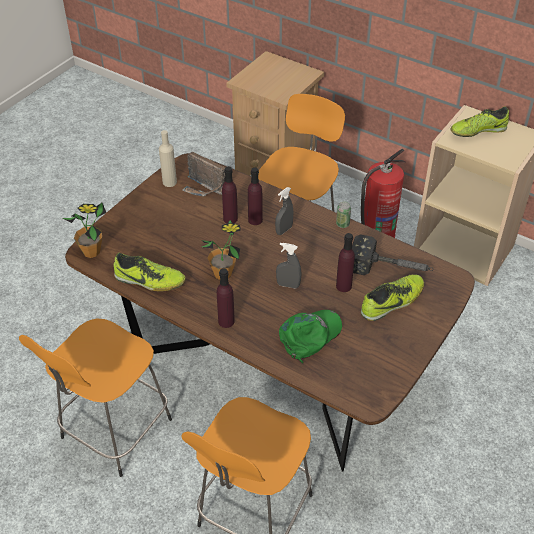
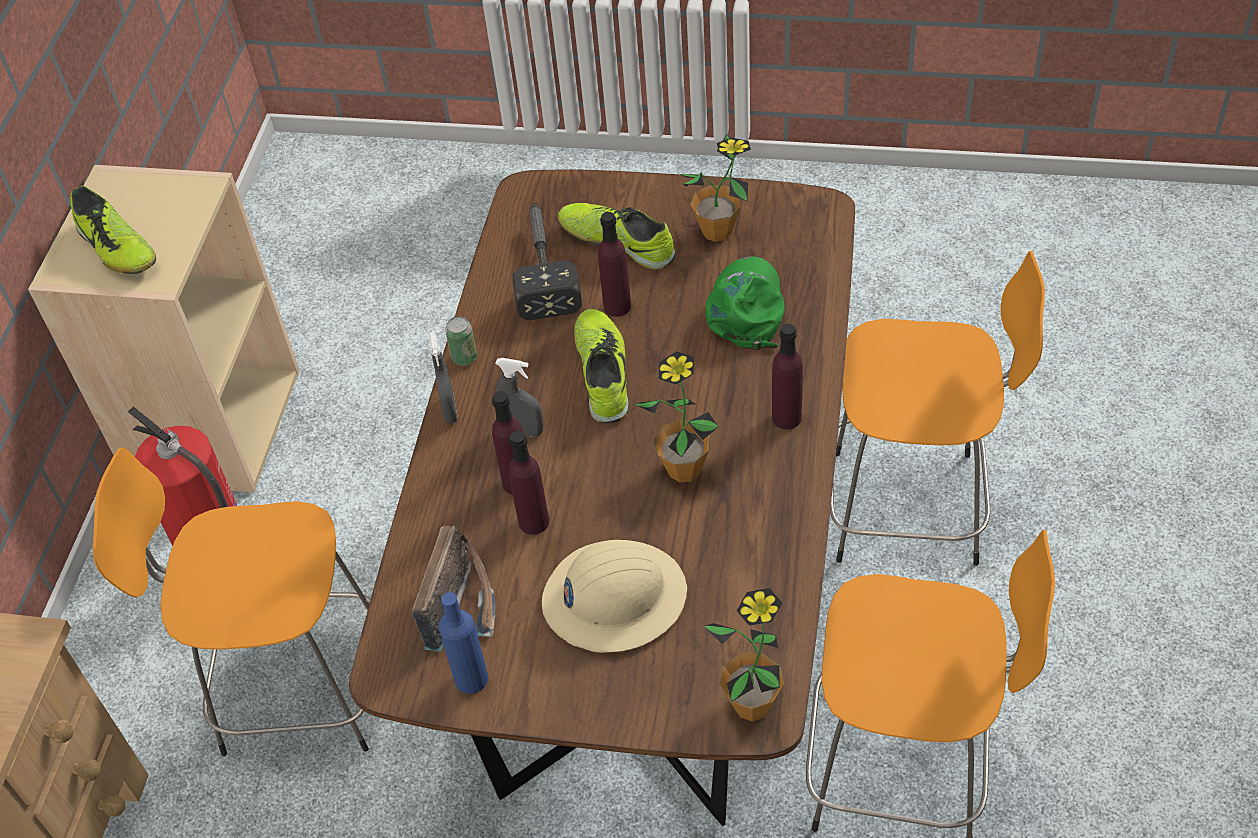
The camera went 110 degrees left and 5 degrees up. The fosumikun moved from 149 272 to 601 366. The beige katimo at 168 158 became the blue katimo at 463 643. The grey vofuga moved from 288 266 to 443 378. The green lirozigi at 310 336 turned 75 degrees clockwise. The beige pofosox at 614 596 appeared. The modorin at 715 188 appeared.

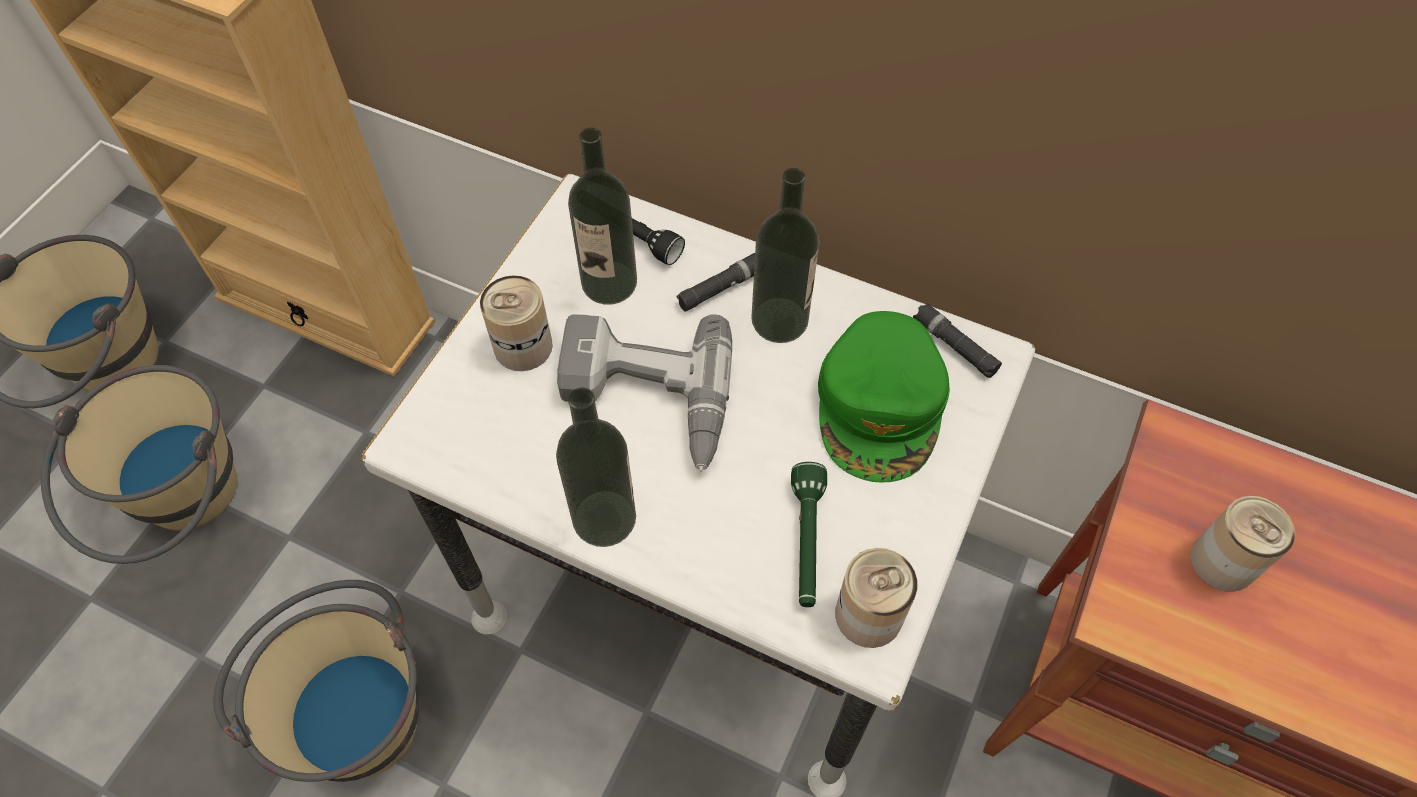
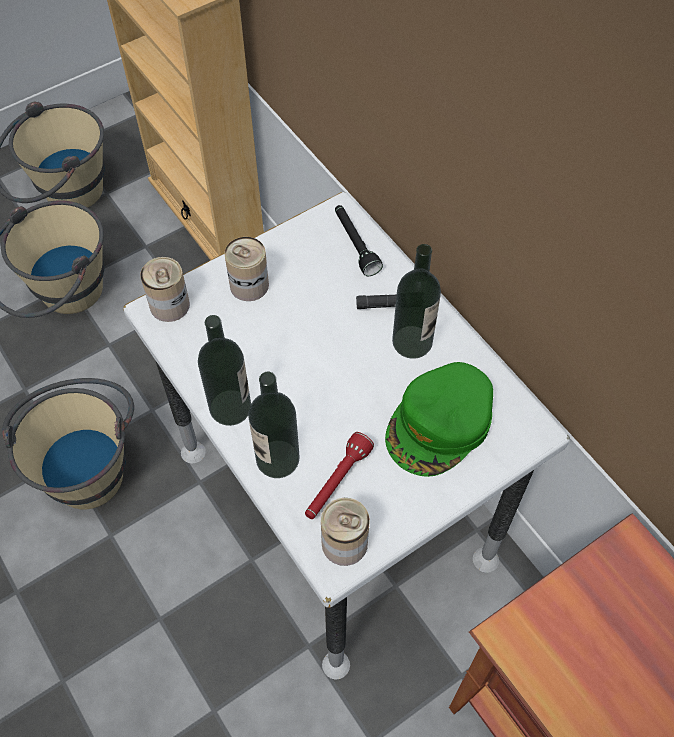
The camera went 30 degrees right and 0 degrees up. The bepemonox at 644 393 disappeared. The katimo moved from 602 216 to 273 425. The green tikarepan at 809 534 became the red tikarepan at 339 475. The black tikarepan at 957 340 disappeared. The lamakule moved from 1243 544 to 165 289.

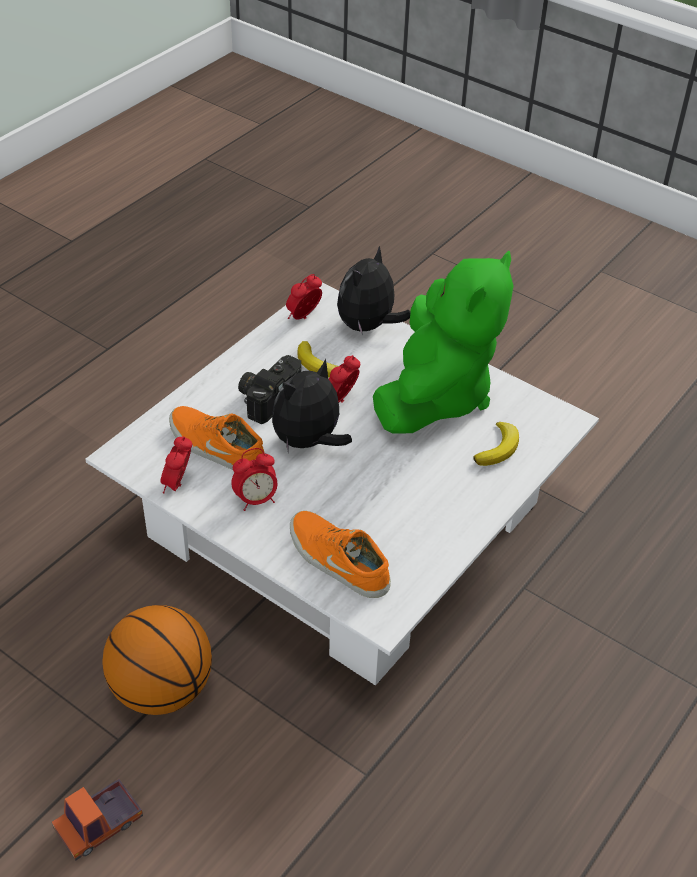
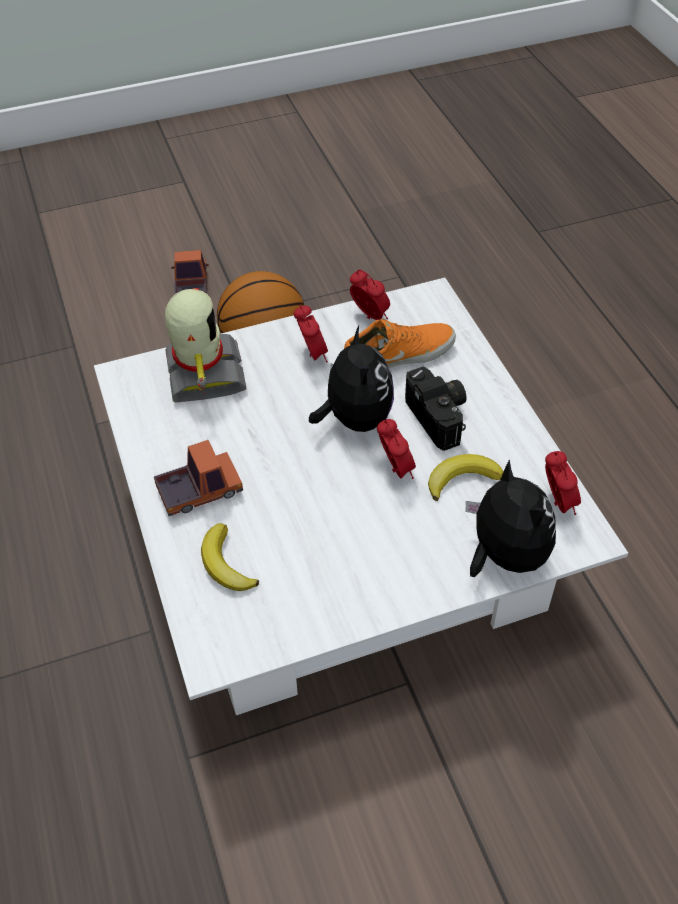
The camera went 125 degrees right and 5 degrees up. The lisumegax at 254 479 turned 150 degrees clockwise. The orange fosumikun at 340 554 was replaced by the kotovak at 205 345. The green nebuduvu at 443 342 disappeared. The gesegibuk at 198 478 appeared.

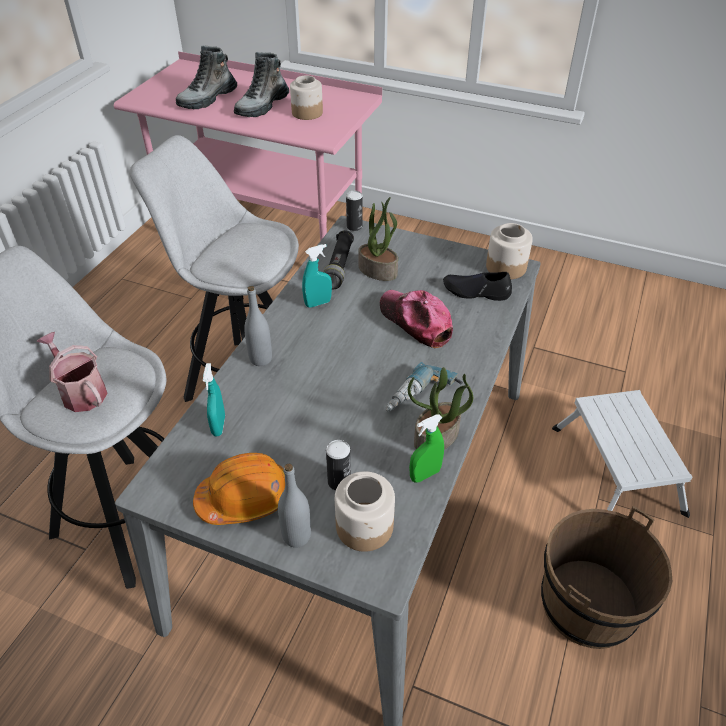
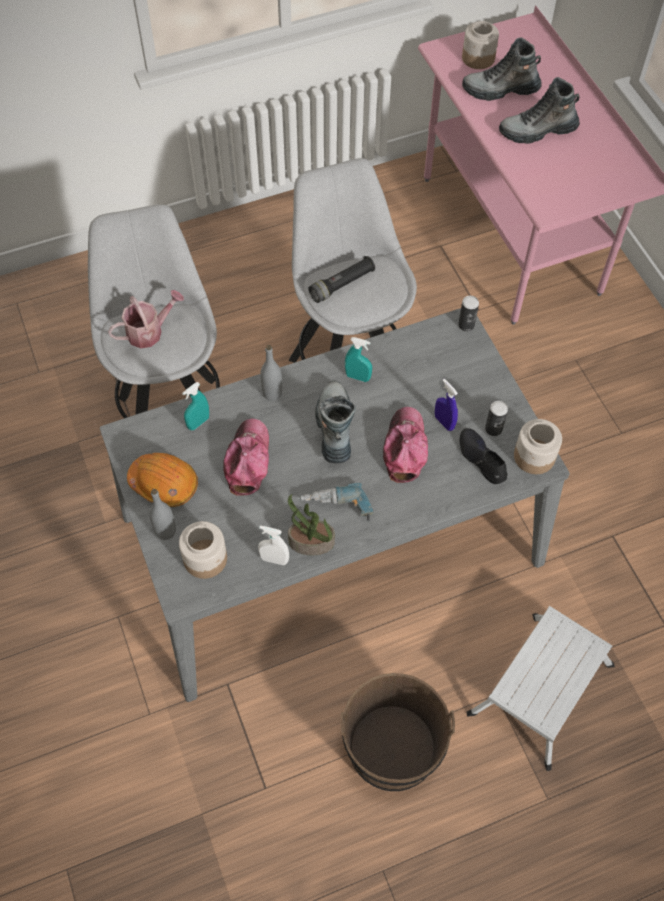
The camera went 45 degrees right and 15 degrees up. The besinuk at 72 372 turned 60 degrees clockwise. The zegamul moved from 306 97 to 480 45. The black tikarepan moved from 338 259 to 342 279. The lamakule moved from 338 465 to 496 418. The modorin at 378 239 disappeared. The green vofuga at 426 448 became the white vofuga at 273 545. The lirozigi at 246 457 appeared. The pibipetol at 335 421 appeared. The blue vofuga at 446 405 appeared.

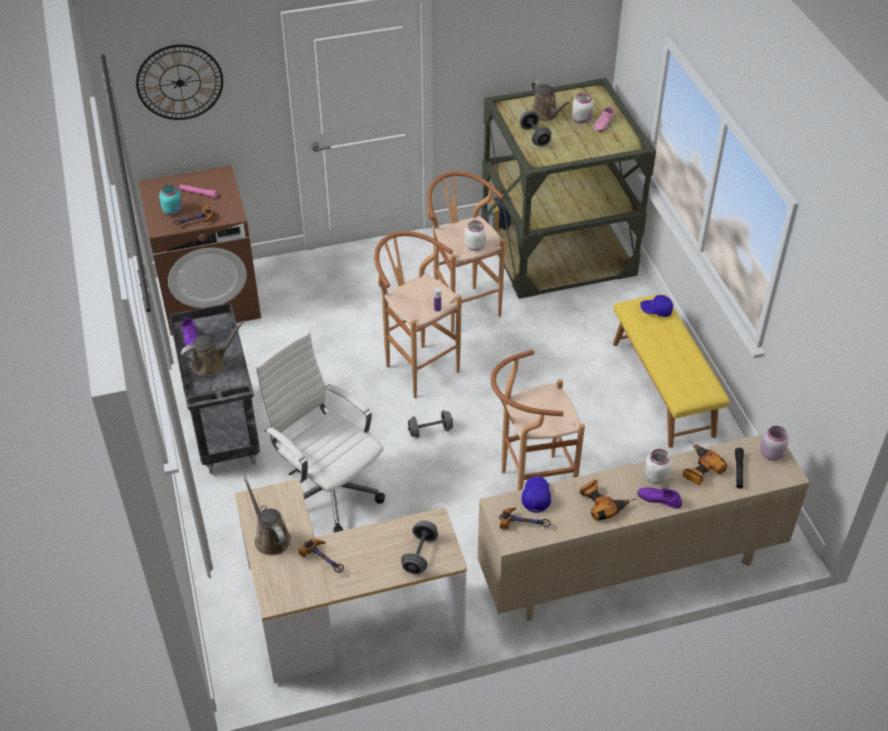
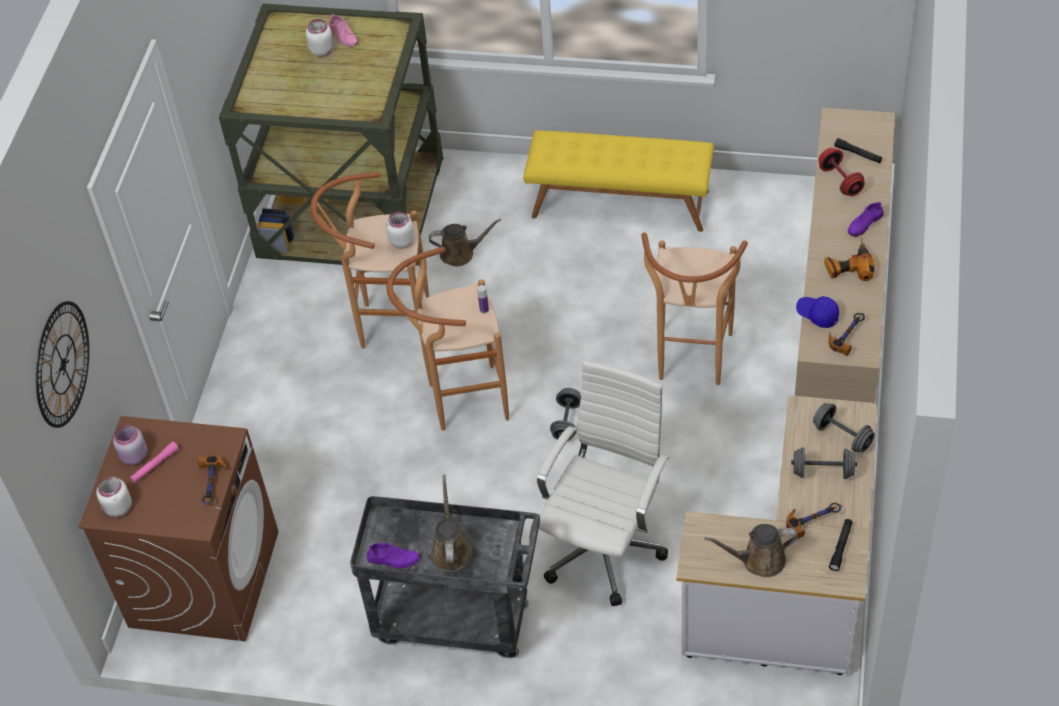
The camera went 60 degrees left and 5 degrees up. The turquoise zegamul at 171 200 disappeared. The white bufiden at 320 431 turned 135 degrees clockwise. The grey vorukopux moved from 535 128 to 824 463. The brown besinuk moved from 550 101 to 465 243. The blue lirozigi at 656 306 disappeared. The white zegamul moved from 658 466 to 114 496. The bepemonox at 705 462 was replaced by the red vorukopux at 842 172. The pink zegamul moved from 774 443 to 130 445. The black tikarepan at 841 545 appeared.

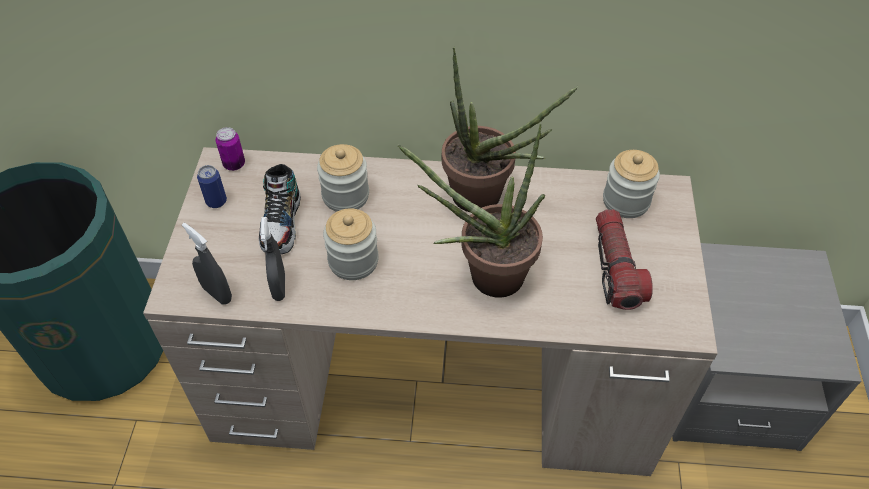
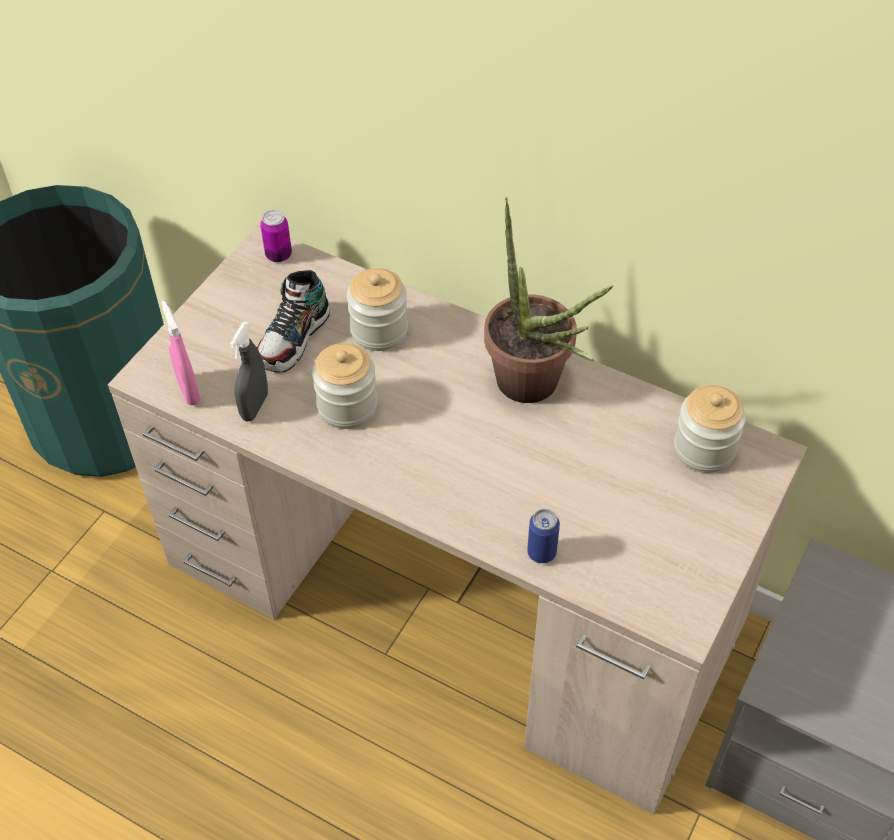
The camera went 25 degrees right and 0 degrees up. The grey vofuga at 207 264 became the pink vofuga at 181 353. The lamakule moved from 212 186 to 543 536. The modorin at 471 211 disappeared. The tikarepan at 624 259 disappeared.

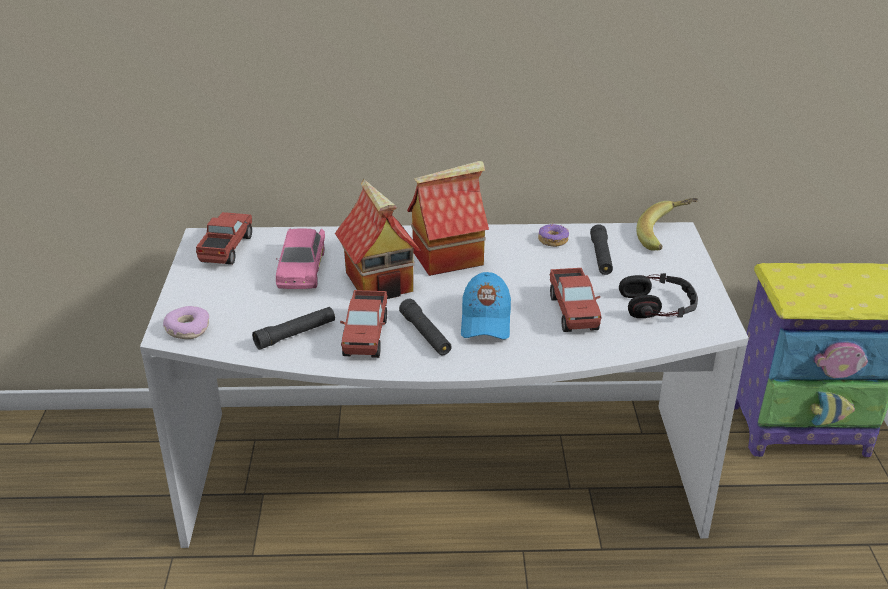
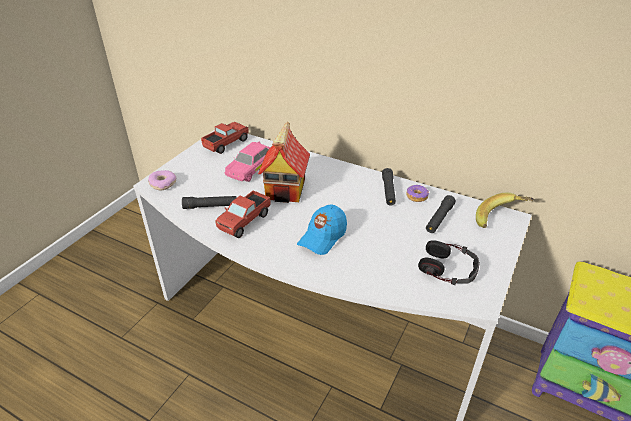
The camera went 30 degrees right and 5 degrees up. The black tikarepan moved from 425 327 to 389 187. The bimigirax at 448 218 disappeared. The gesegibuk at 576 300 disappeared.

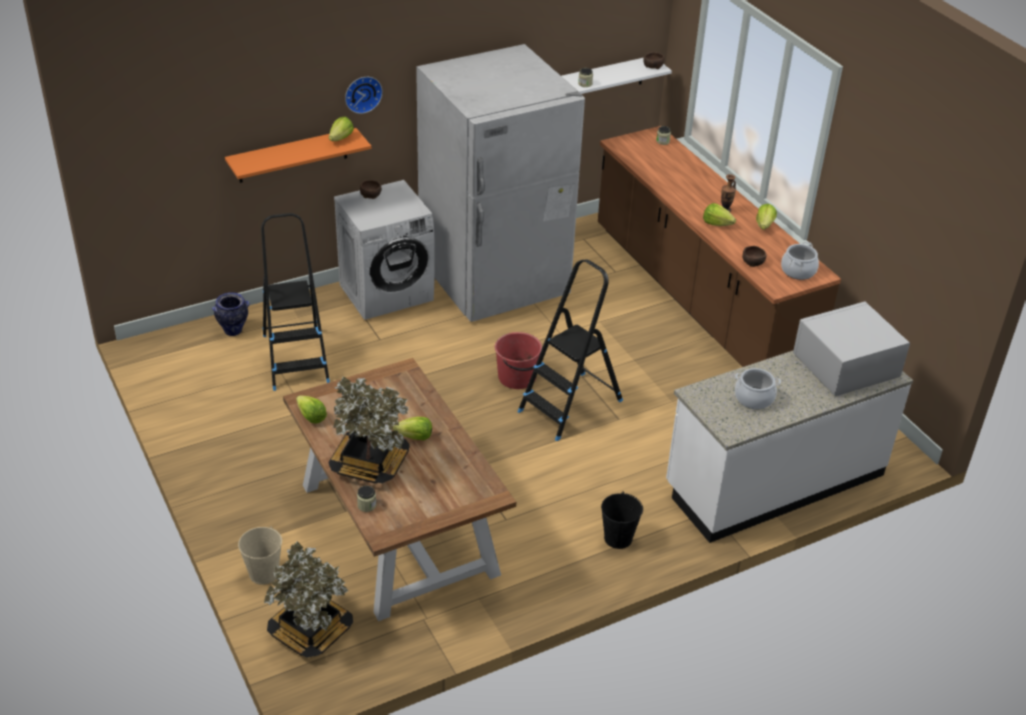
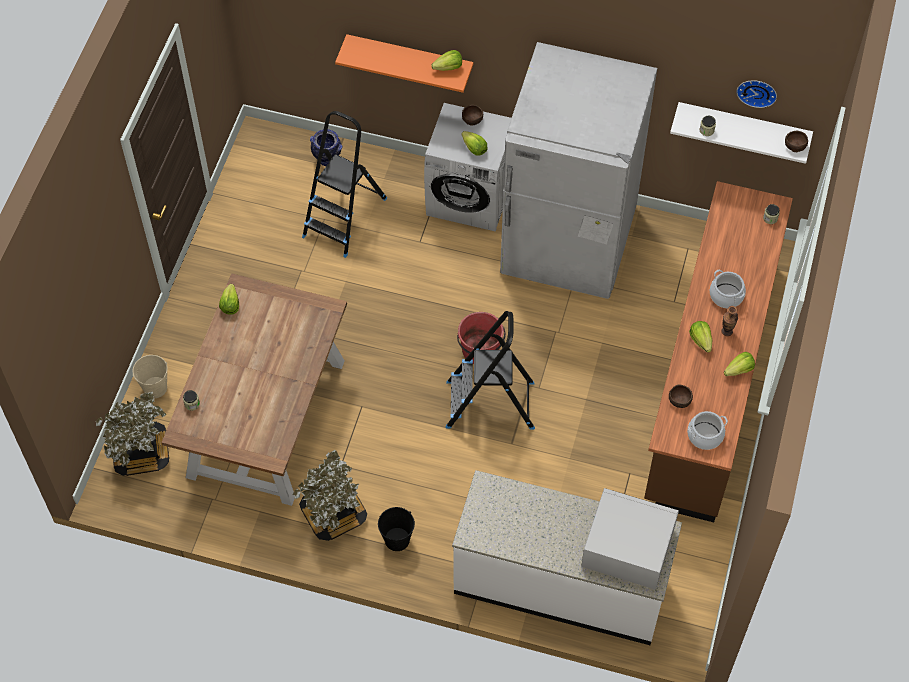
The camera went 45 degrees right and 20 degrees up. The modorin moved from 369 429 to 330 495. The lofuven moved from 364 95 to 756 94. The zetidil moved from 412 428 to 474 143. The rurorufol moved from 758 388 to 728 289.

